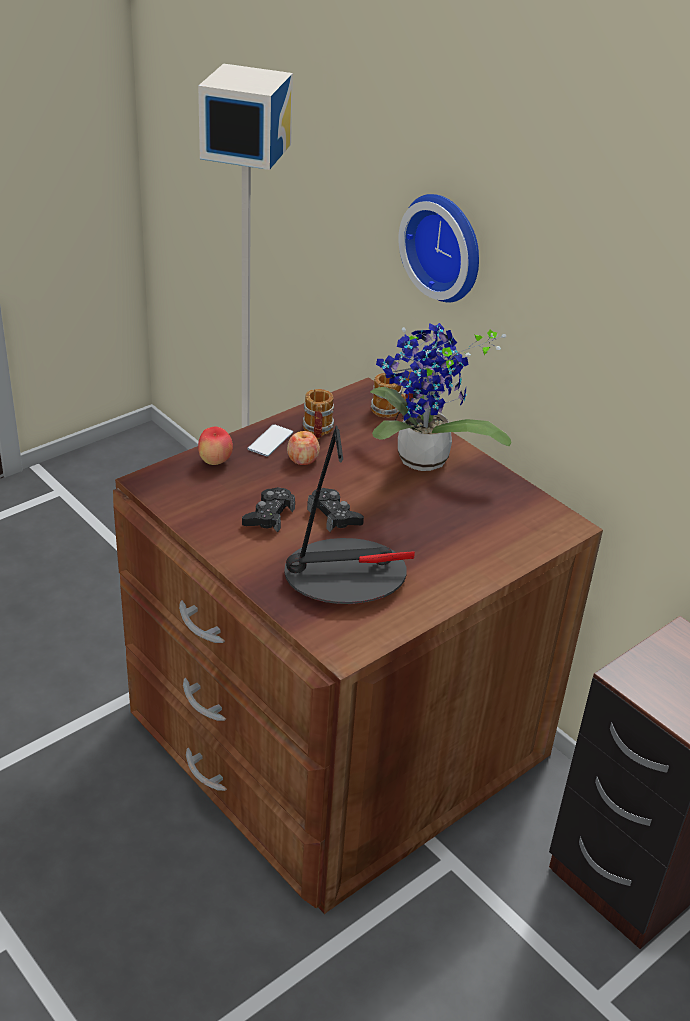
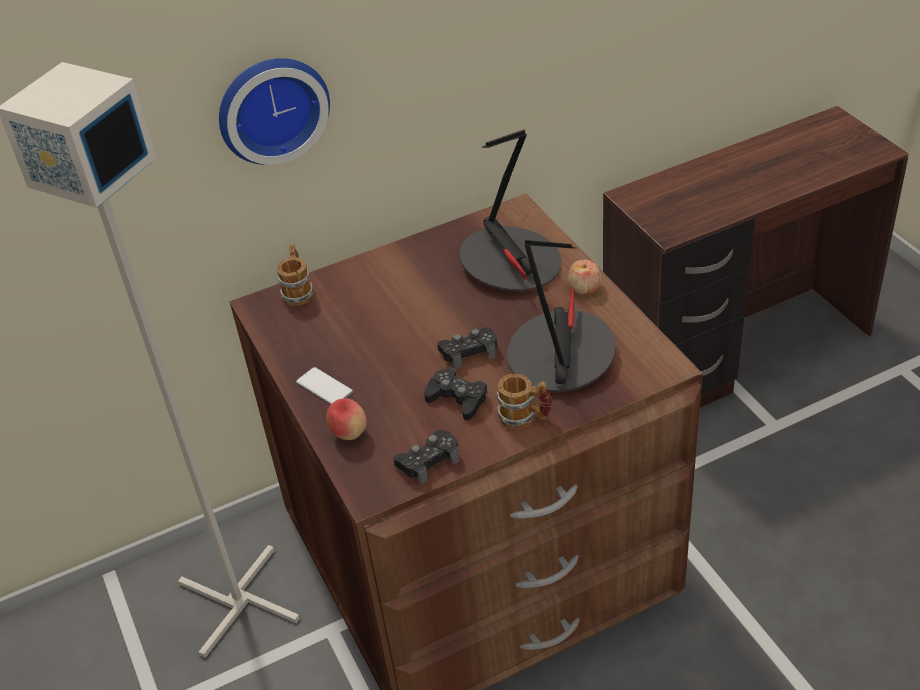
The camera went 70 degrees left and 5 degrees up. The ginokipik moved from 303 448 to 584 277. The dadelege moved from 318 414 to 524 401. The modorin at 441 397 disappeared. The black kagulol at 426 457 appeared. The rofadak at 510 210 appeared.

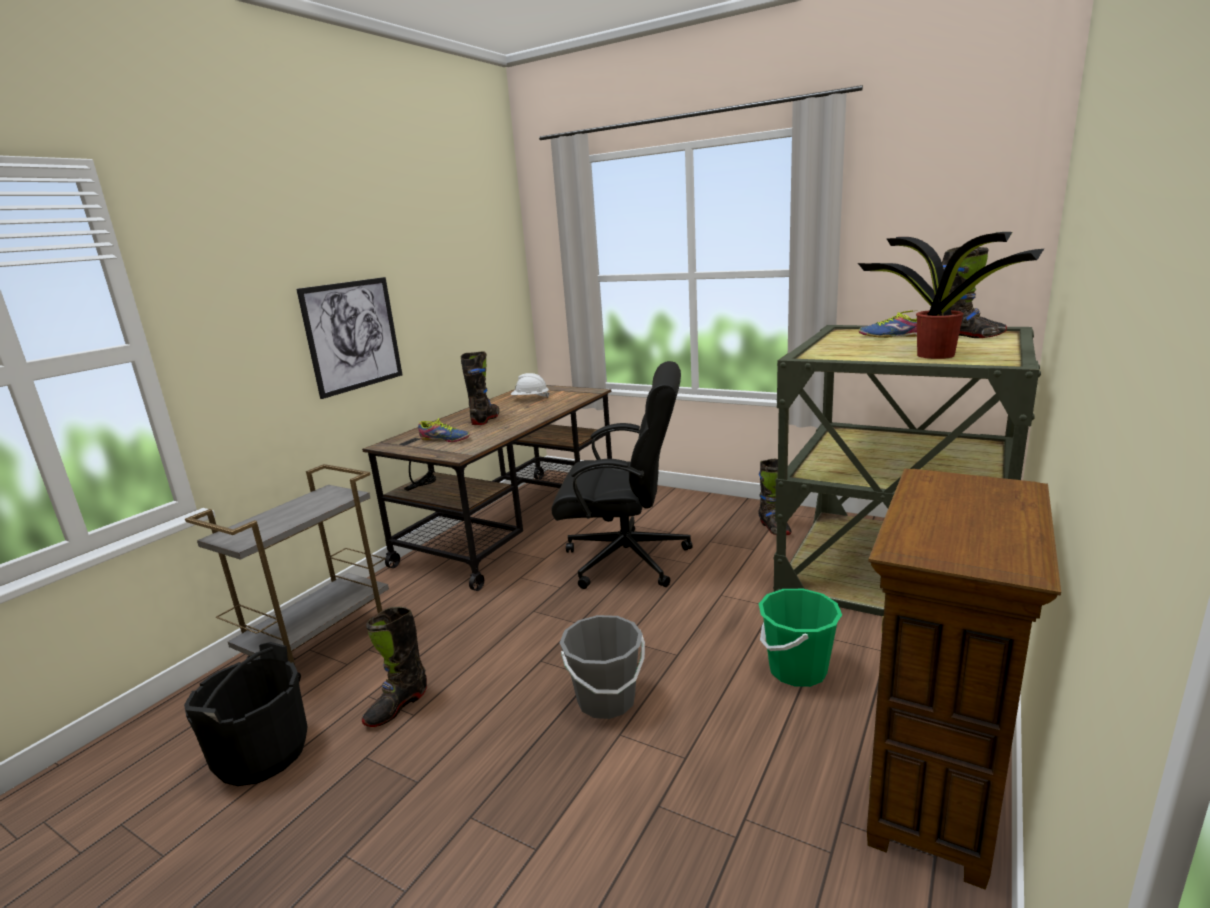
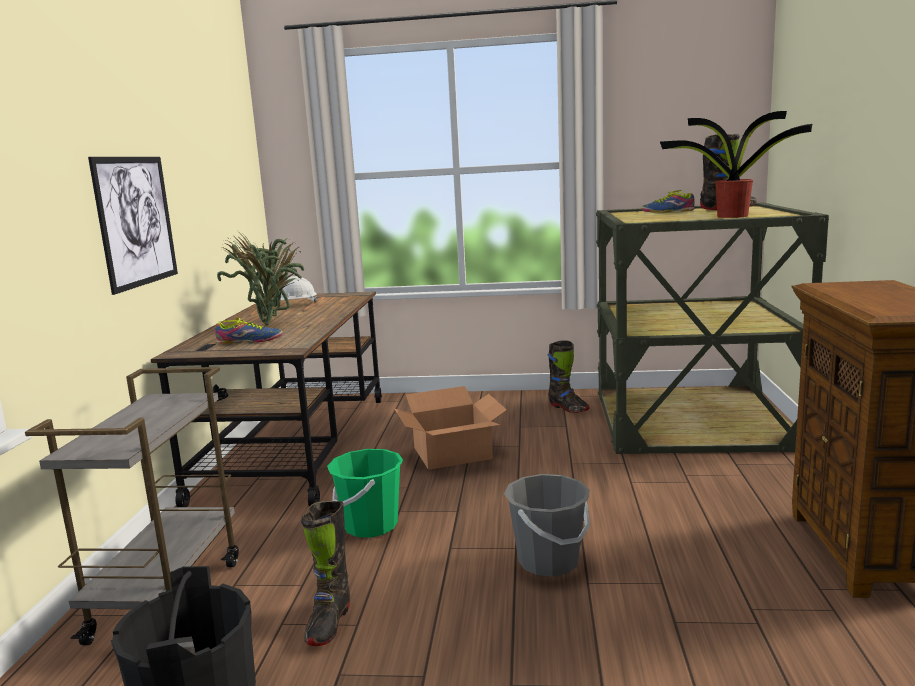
The camera went 25 degrees left and 5 degrees down. The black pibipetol at 480 388 was replaced by the modorin at 260 278. The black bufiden at 622 475 was replaced by the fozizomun at 451 428. The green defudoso moved from 800 638 to 365 493.

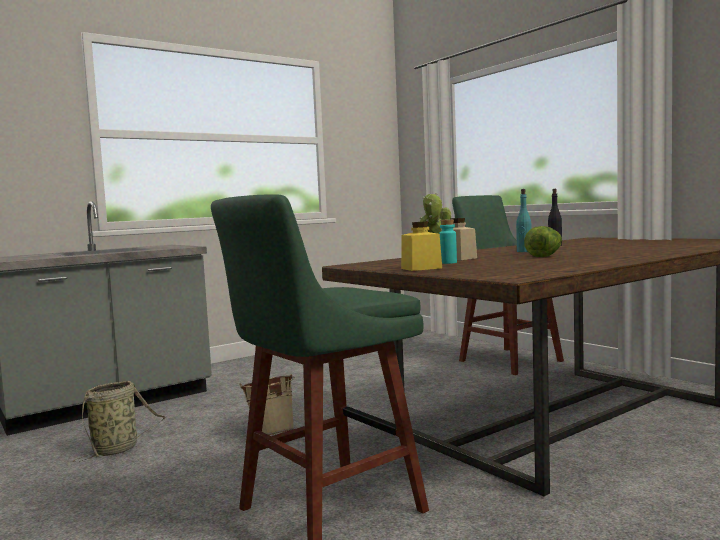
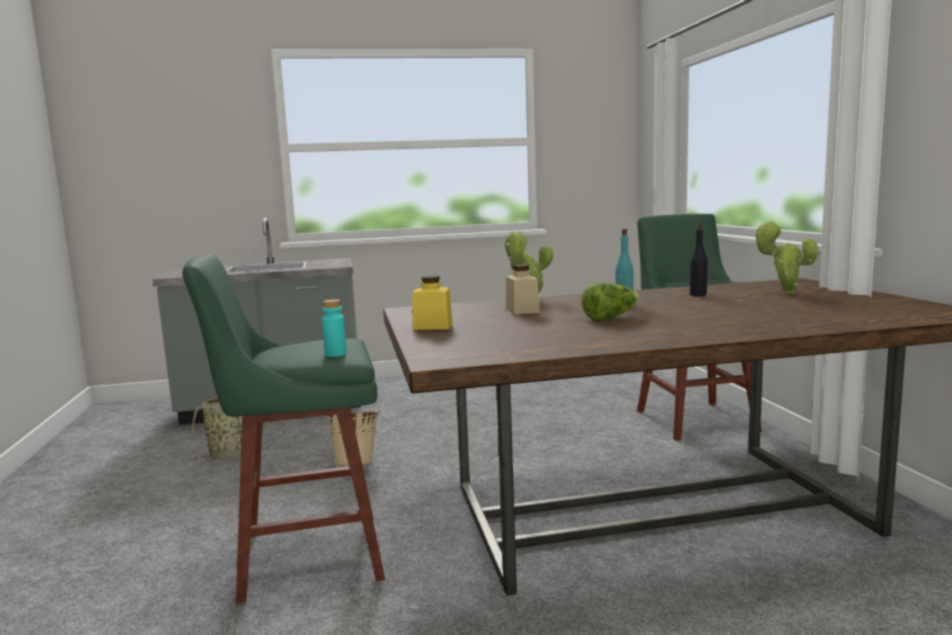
The camera went 25 degrees right and 5 degrees up. The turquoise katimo moved from 448 241 to 334 328. The modorin at 786 257 appeared.

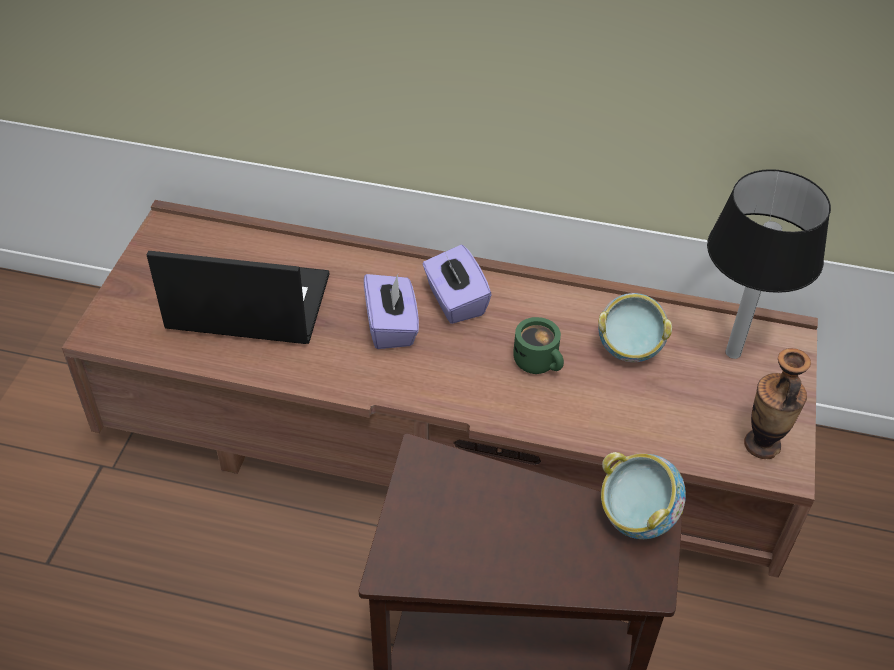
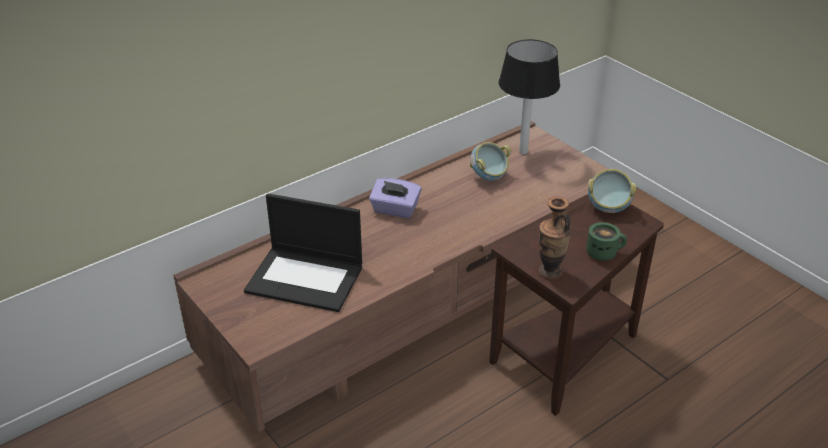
The camera went 50 degrees left and 10 degrees down. The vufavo at 238 297 turned 120 degrees counterclockwise. The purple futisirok at 391 311 disappeared. The green dadelege moved from 538 345 to 607 241. The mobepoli moved from 777 403 to 555 238.

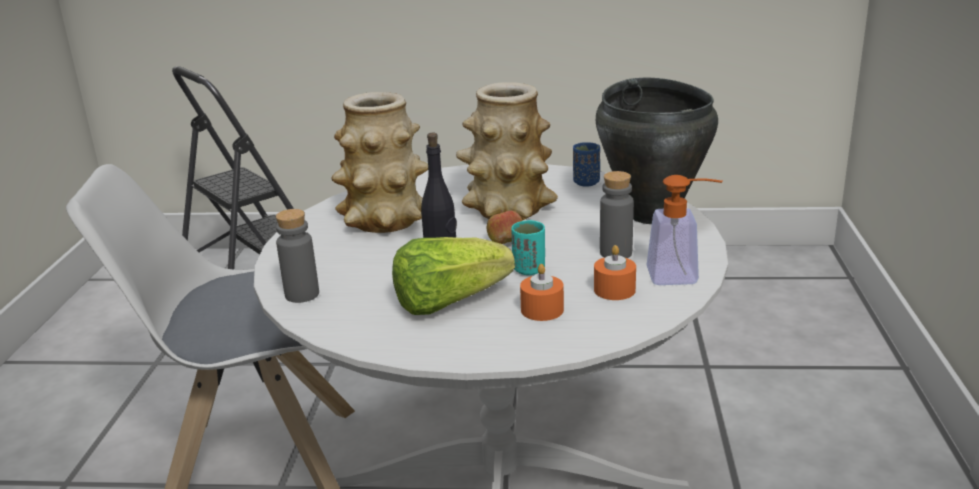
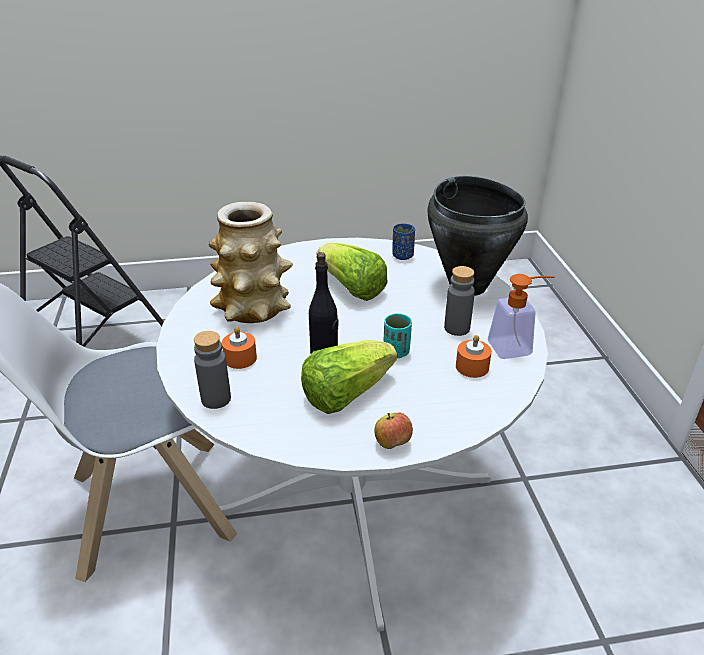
The camera went 15 degrees left and 10 degrees up. The mobepoli at 507 151 was replaced by the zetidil at 352 272. The ginokipik moved from 505 226 to 393 431. The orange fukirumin moved from 542 292 to 239 347.

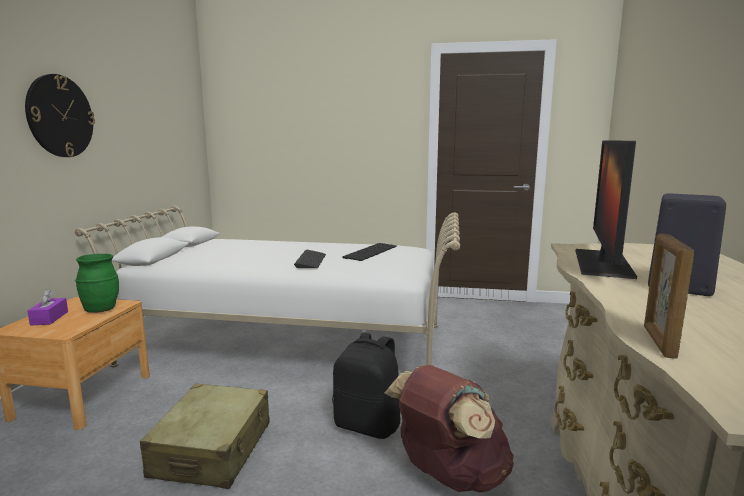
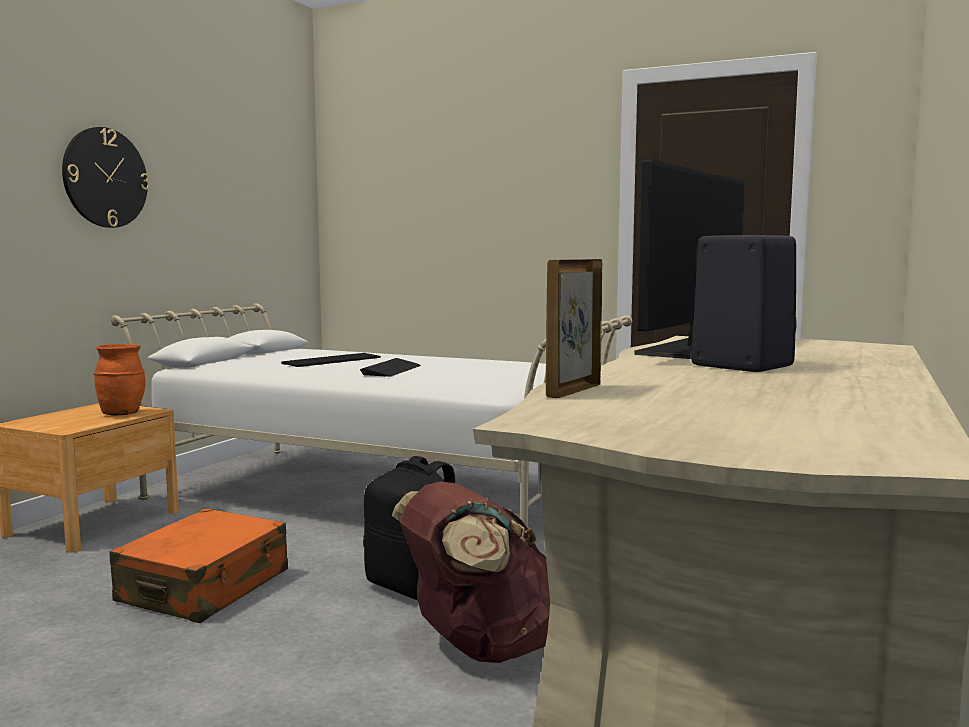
The camera went 15 degrees right and 5 degrees down. The purple futisirok at 47 307 disappeared. The green mobepoli at 97 283 became the orange mobepoli at 119 380. The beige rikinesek at 205 436 became the orange rikinesek at 198 565. The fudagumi moved from 369 252 to 331 360.

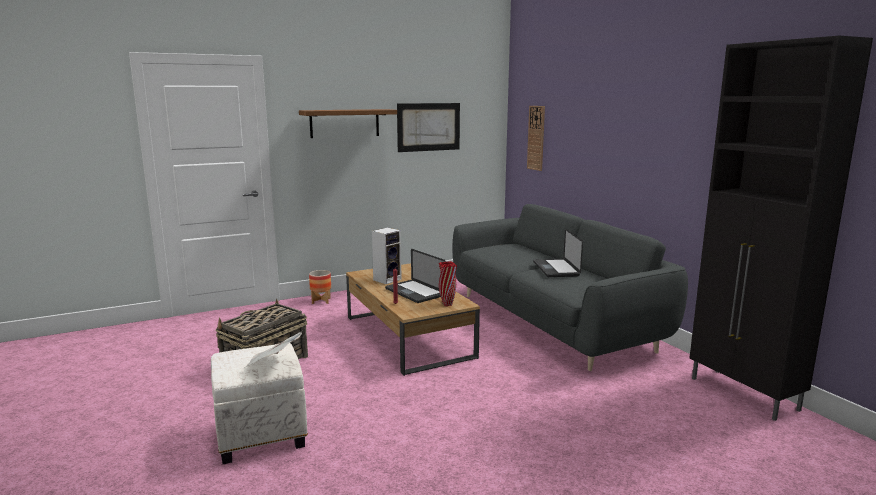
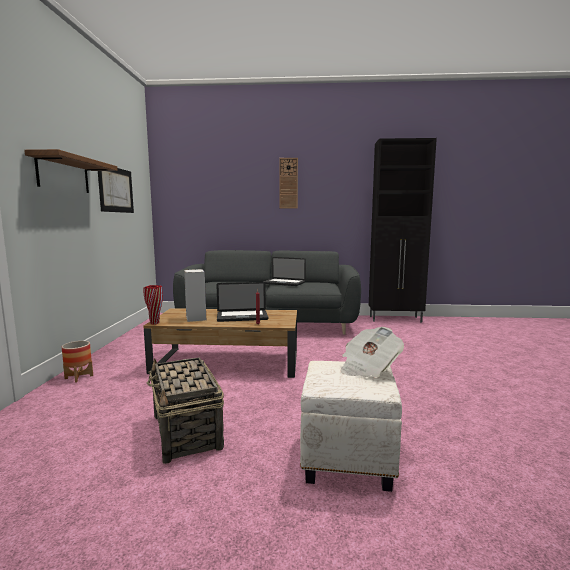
The camera went 60 degrees left and 5 degrees down. The red mobepoli moved from 448 283 to 153 305. The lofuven moved from 536 138 to 288 183.

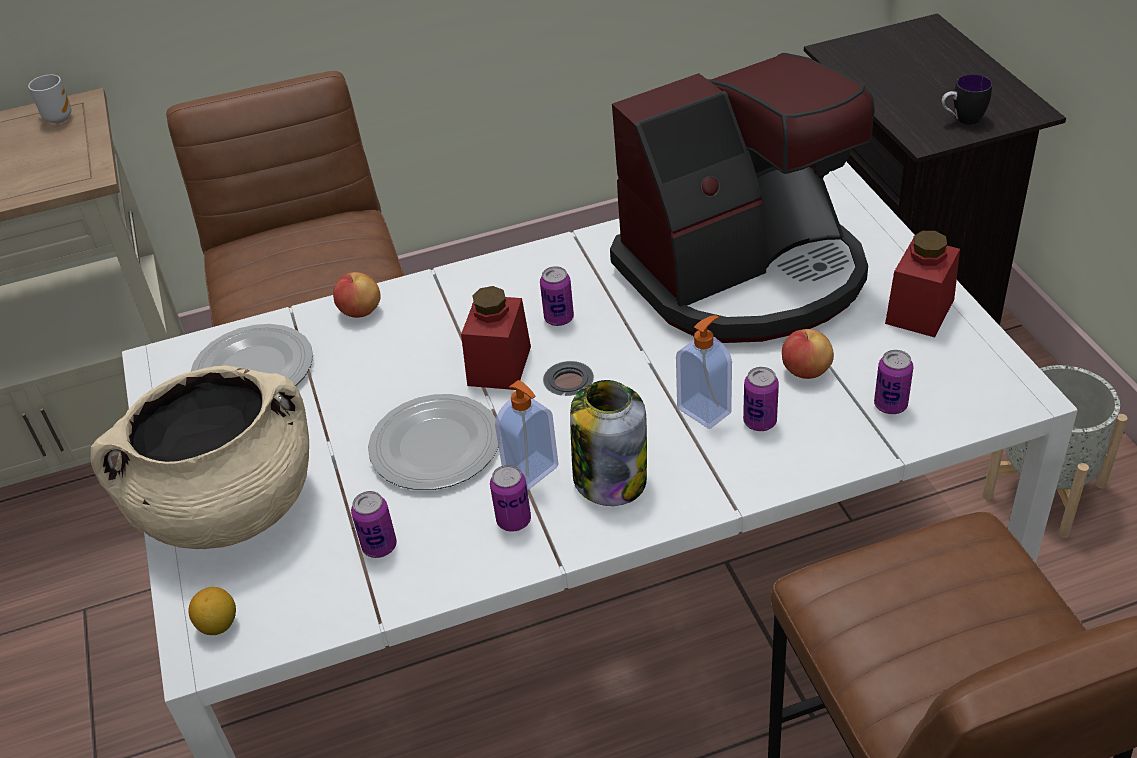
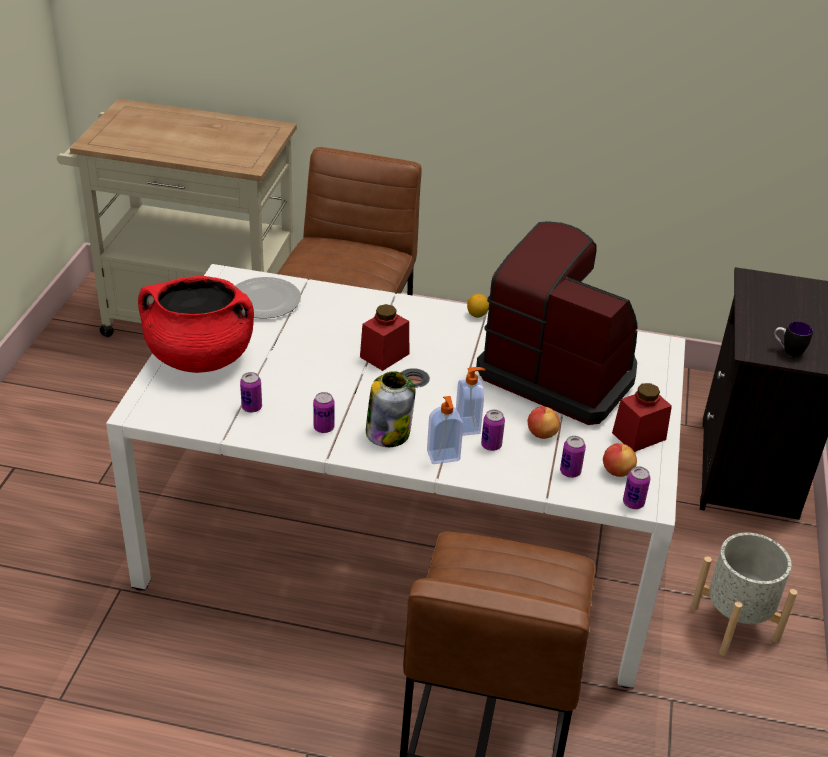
The camera went 25 degrees right and 5 degrees down. The dadelege at 49 99 disappeared. The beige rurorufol at 199 457 became the red rurorufol at 196 324. The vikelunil moved from 212 611 to 478 306. The ginokipik moved from 357 295 to 620 460. The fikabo at 433 442 disappeared. The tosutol moved from 526 435 to 445 430. The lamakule moved from 557 296 to 637 487. The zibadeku at 742 198 turned 150 degrees counterclockwise.

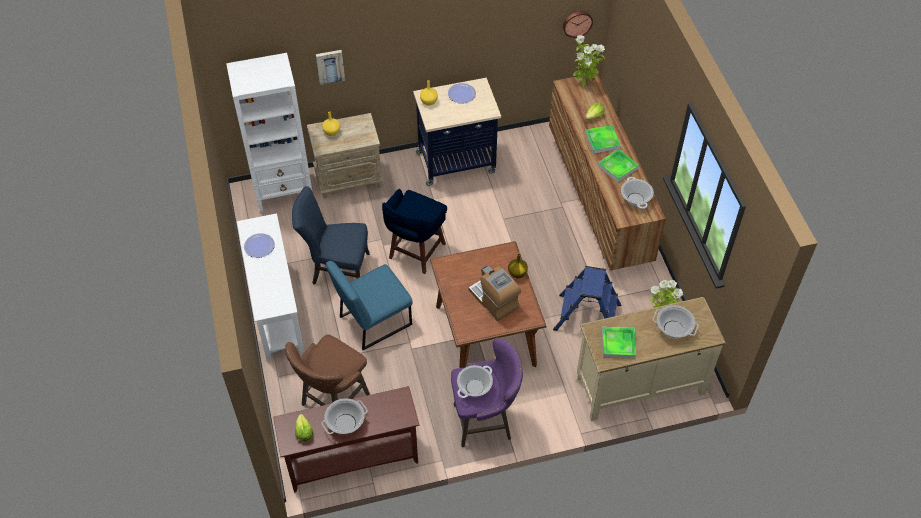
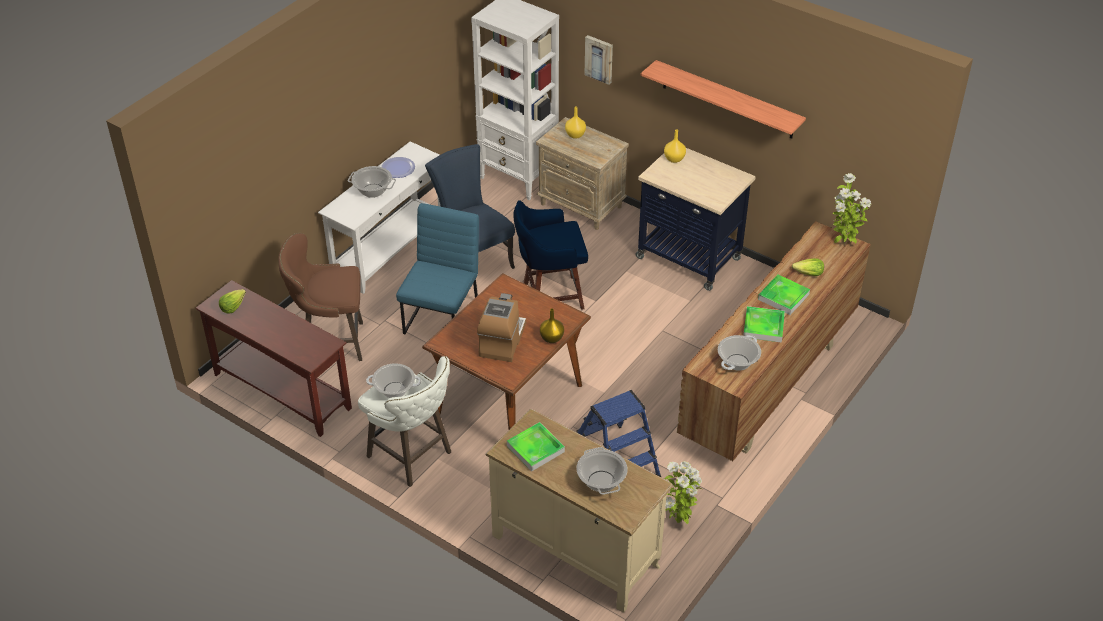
The camera went 50 degrees right and 10 degrees down. The rurorufol moved from 344 416 to 372 182. The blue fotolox at 369 305 turned 90 degrees clockwise. The fikabo at 462 93 disappeared. The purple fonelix at 487 392 became the white fonelix at 404 421. The lofuven at 578 24 disappeared. The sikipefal at 723 99 appeared.

